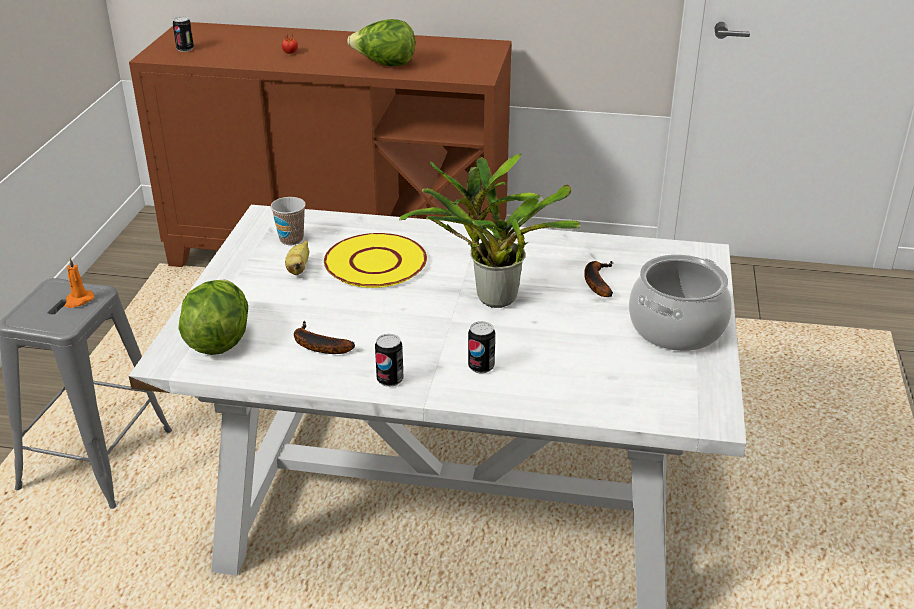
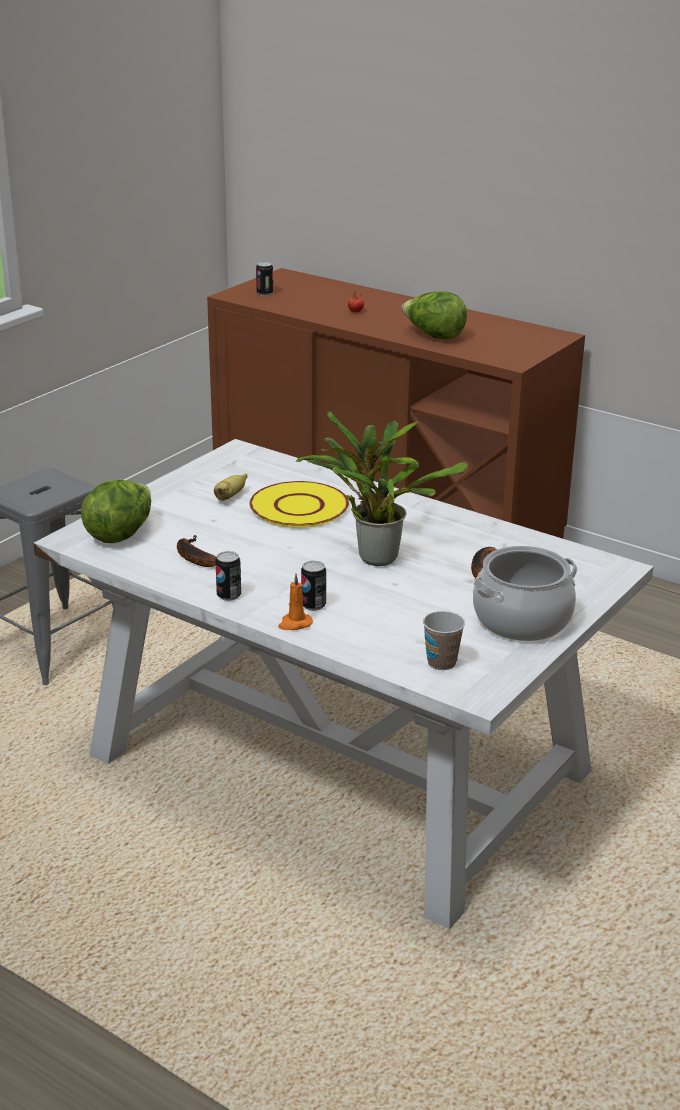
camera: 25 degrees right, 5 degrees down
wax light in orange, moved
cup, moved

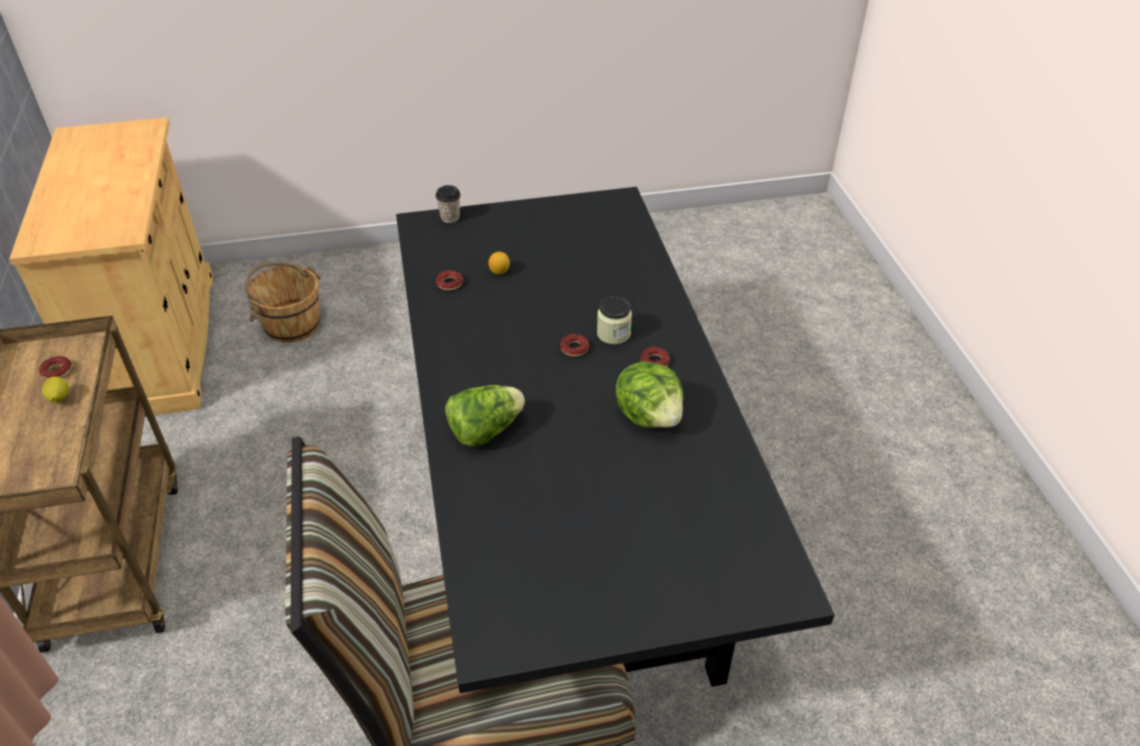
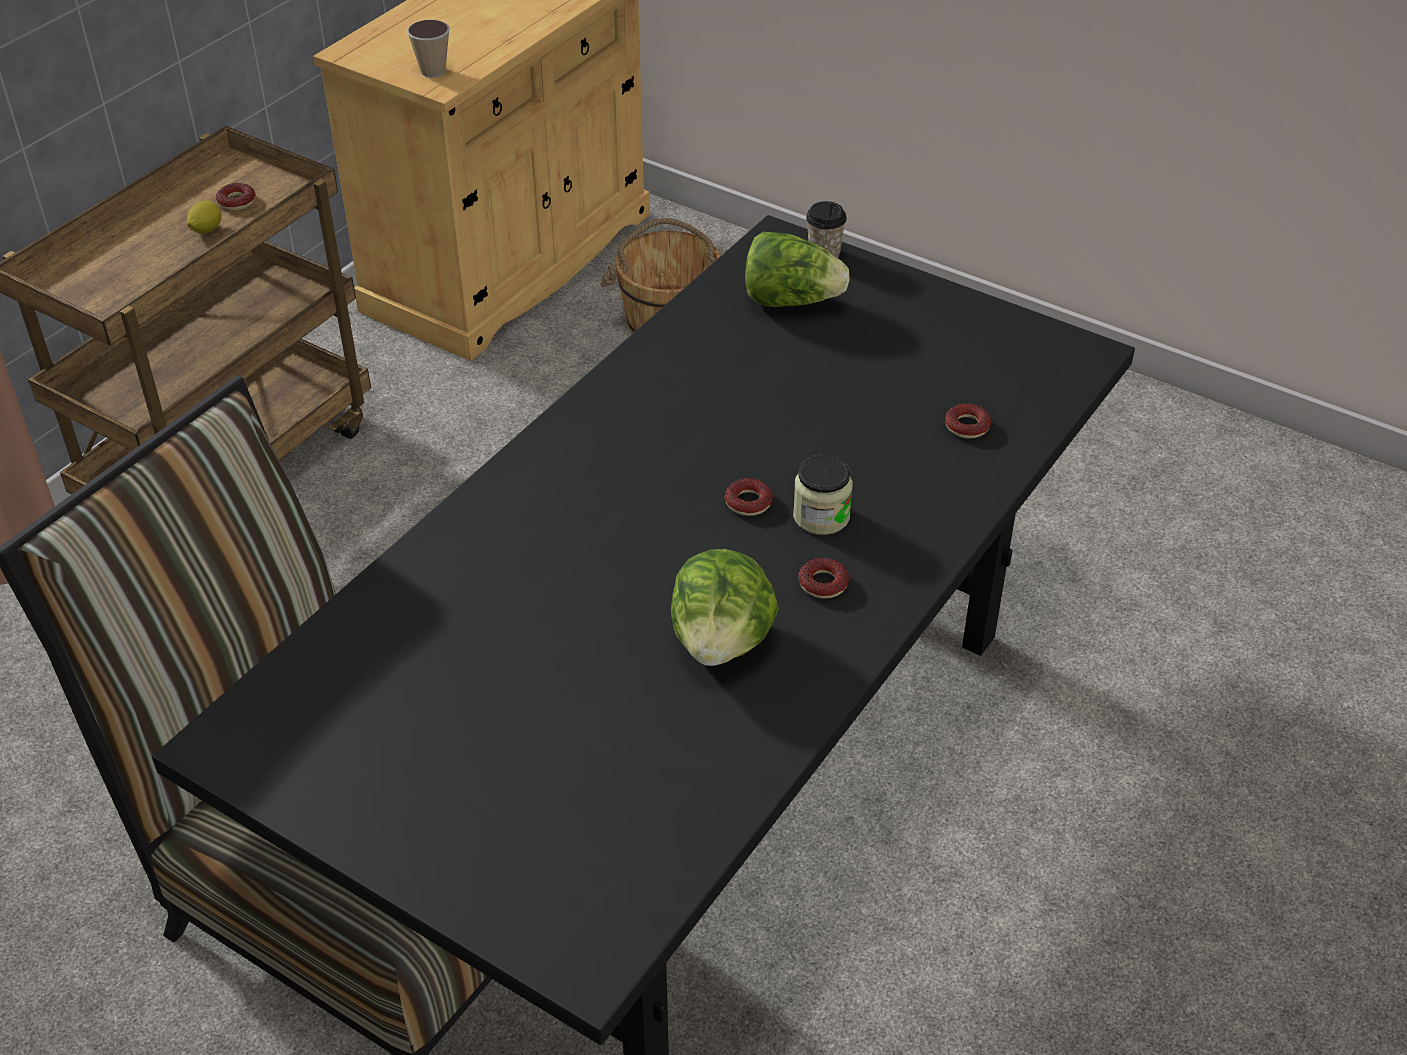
camera: 45 degrees right, 0 degrees up
- → cup (1st from left)
lettuce (1st from left in the first image) → lettuce (2nd from left), moved
doughnut (2nd from left in the first image) → doughnut (4th from left), moved
lemon (2nd from left) → -

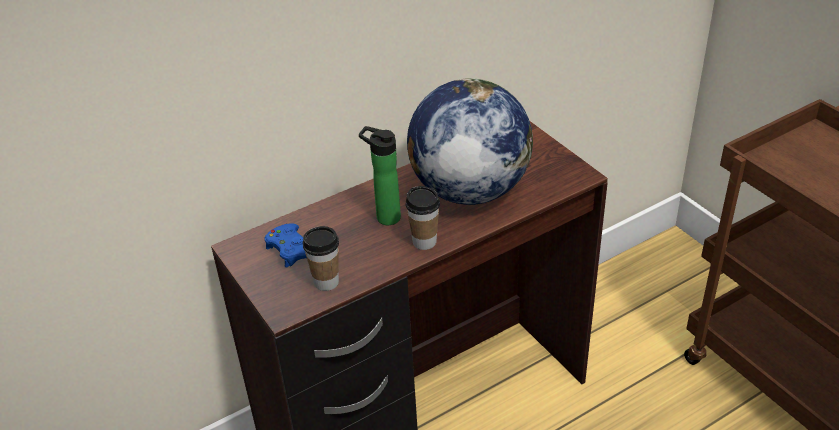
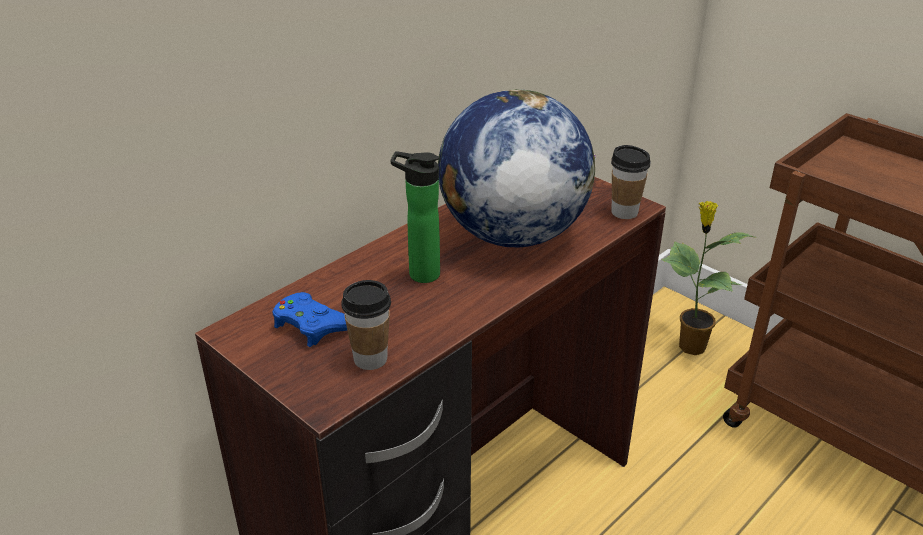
camera: 15 degrees left, 5 degrees down
cup (2nd from left), moved
- → houseplant

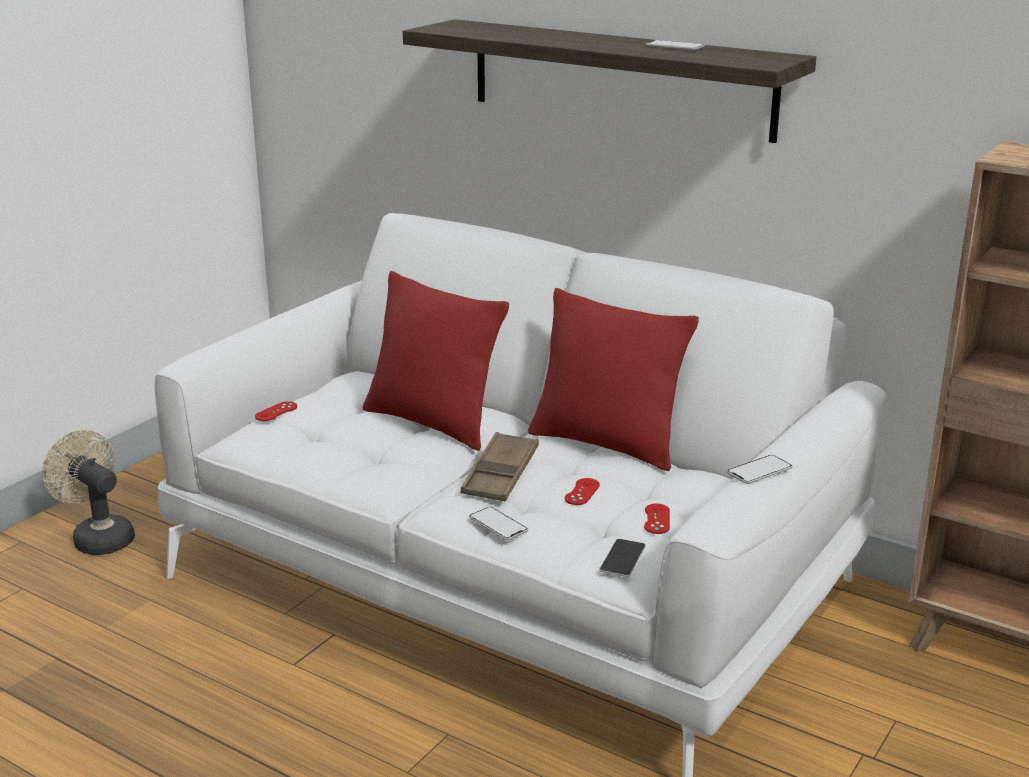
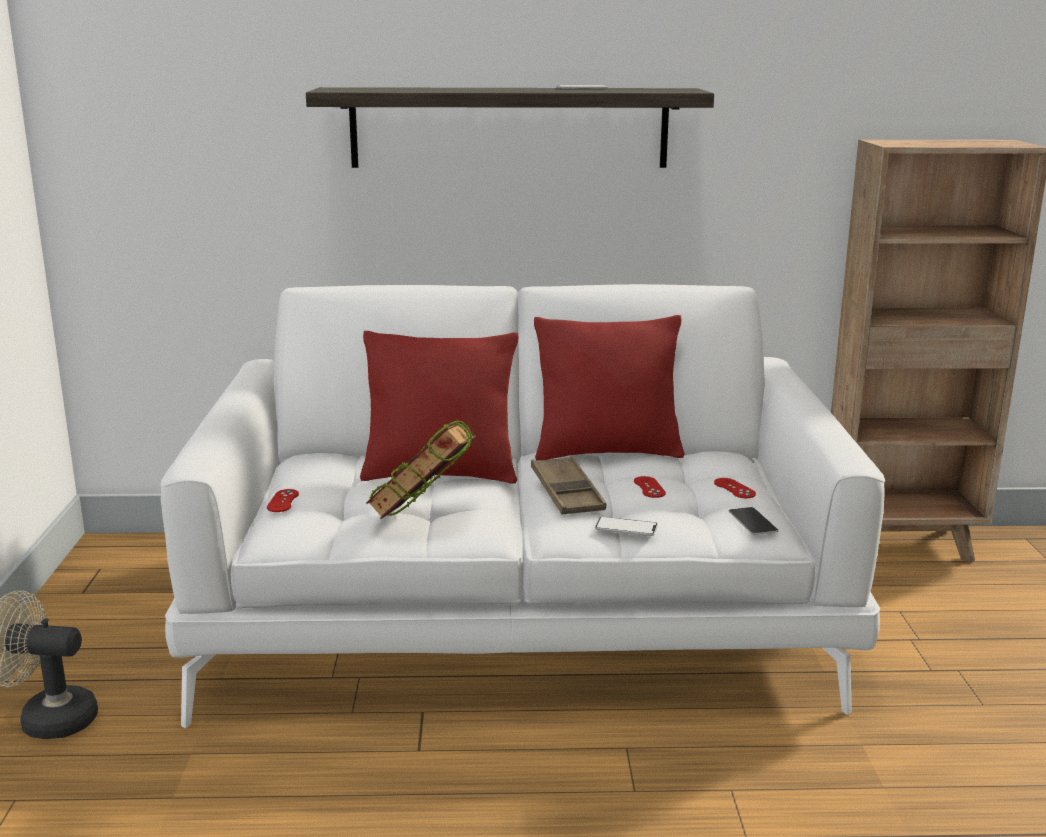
camera: 35 degrees left, 5 degrees down
- → bound book
handset (4th from left) → -

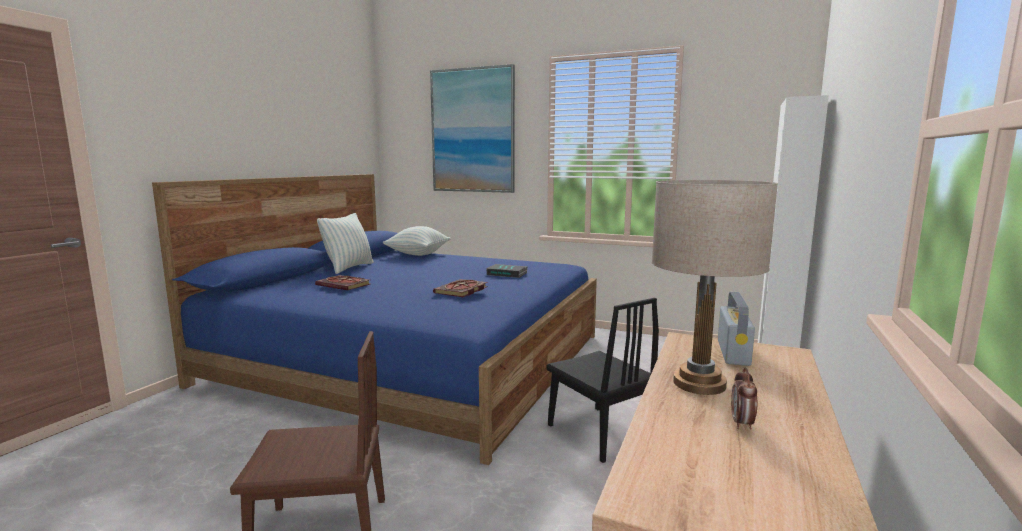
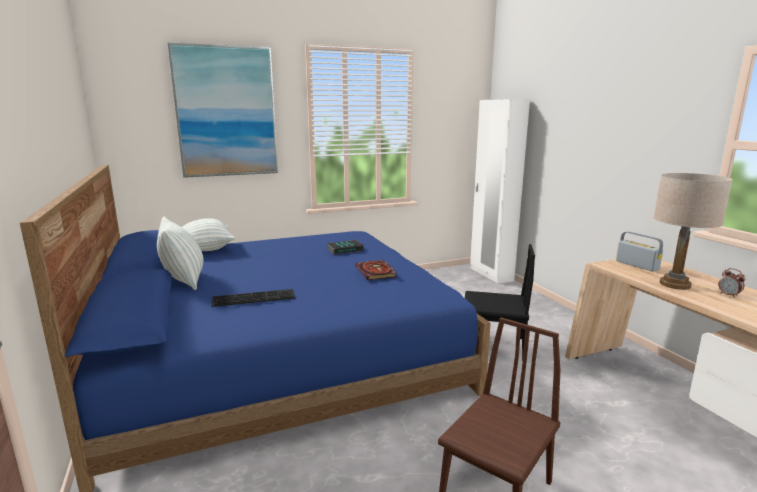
camera: 45 degrees left, 5 degrees up
bound book (1st from left) → computer keyboard

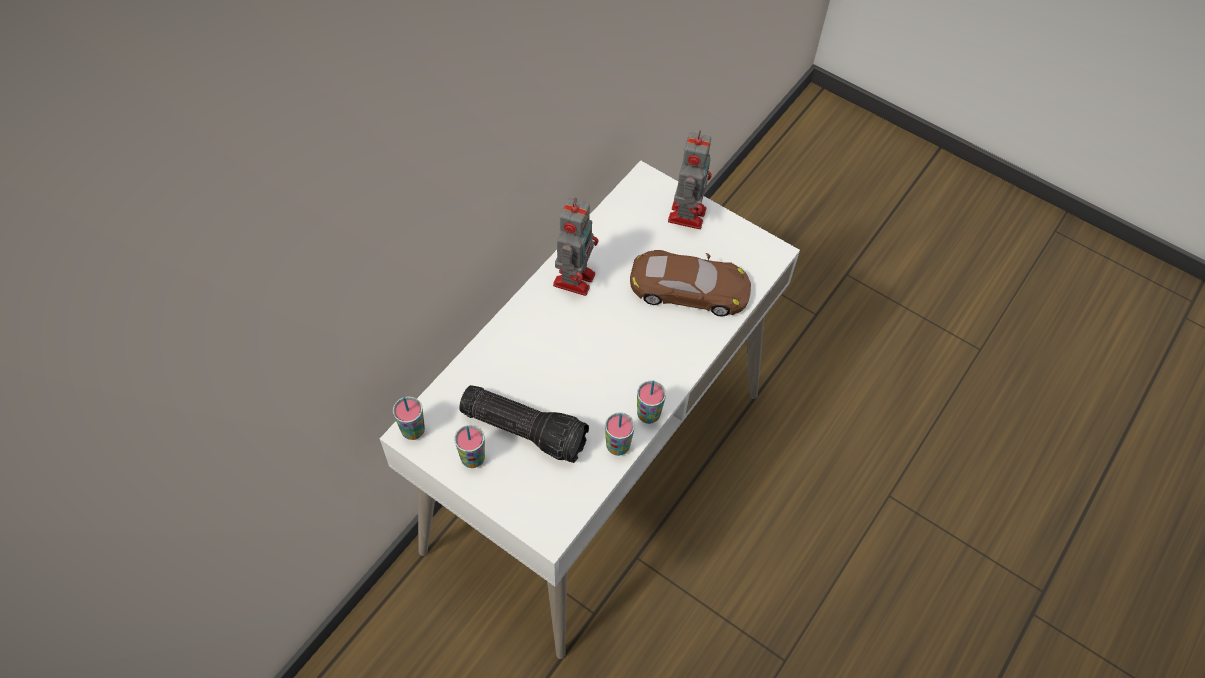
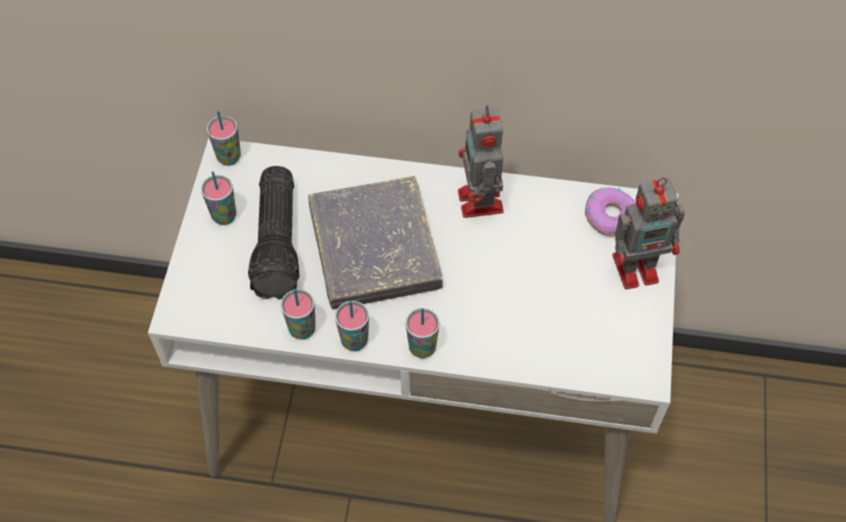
camera: 65 degrees right, 0 degrees up
- → bound book in greyish
- → cup (5th from left)
model robot (1st from left), 90 degrees clockwise
- → doughnut
miniature car in brown-coloured → -

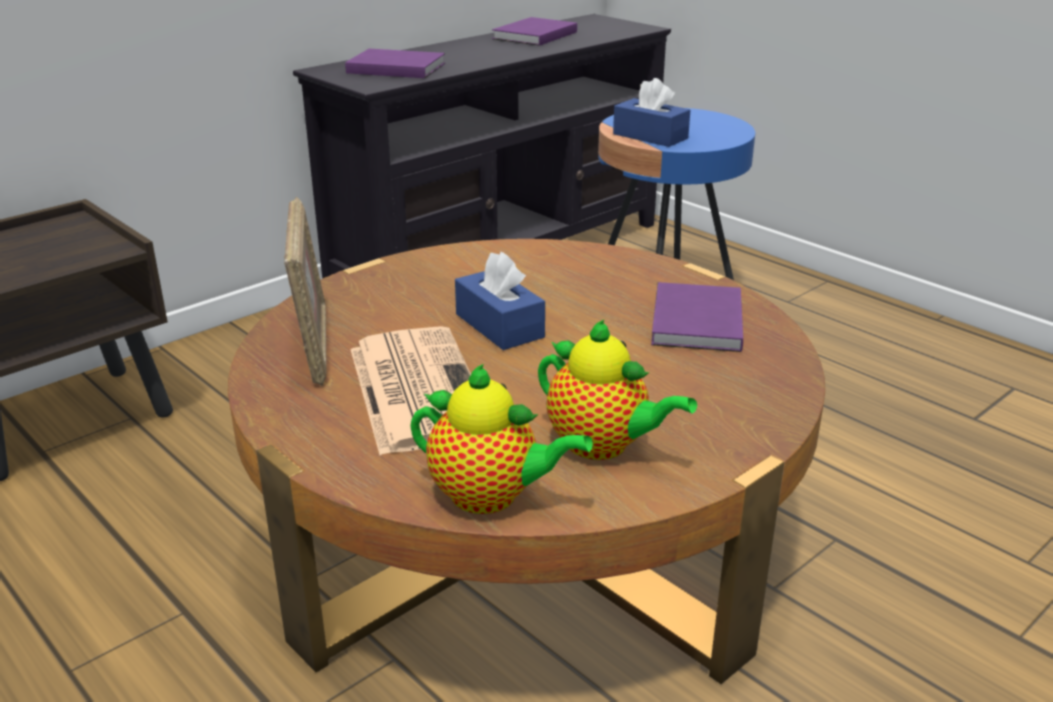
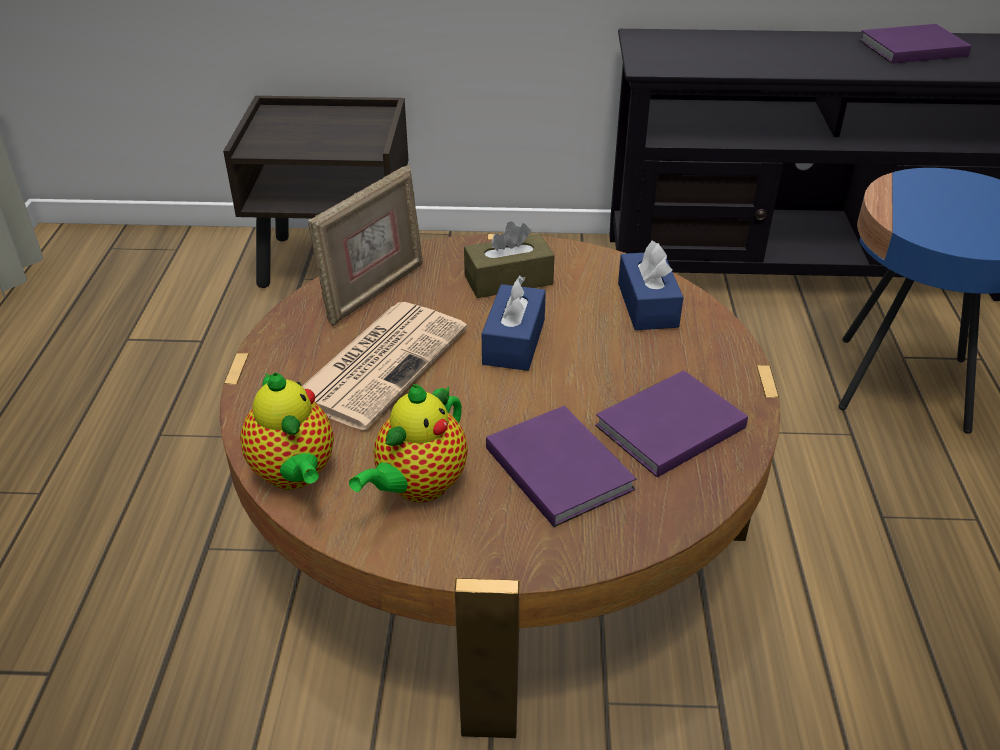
camera: 45 degrees right, 10 degrees up
teapot (2nd from left), 45 degrees clockwise
- → tissue holder in brown-coloured
bound book in purple (1st from left), moved
tissue holder in blue (2nd from left), moved

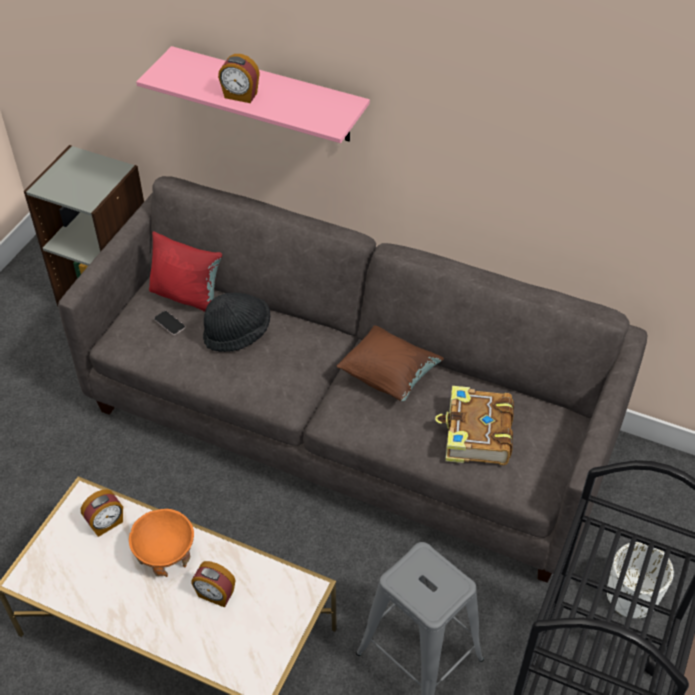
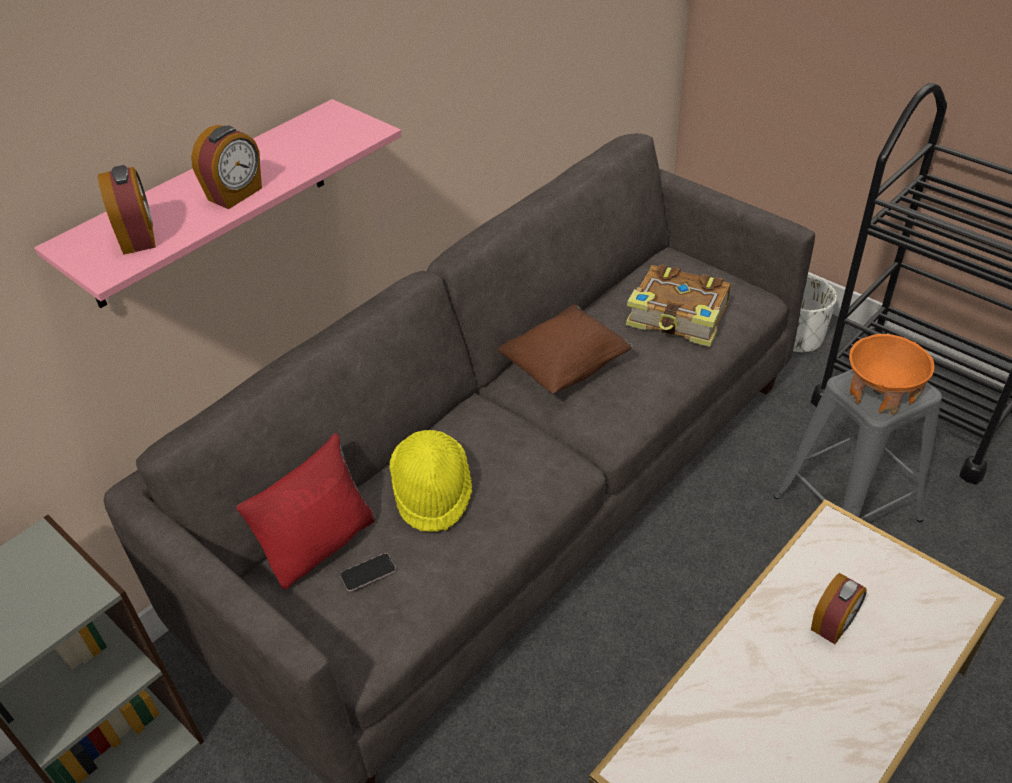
camera: 70 degrees left, 5 degrees down
alarm clock (1st from left), moved
wearable hat in blackish → wearable hat in yellow
bowl in orange, moved

